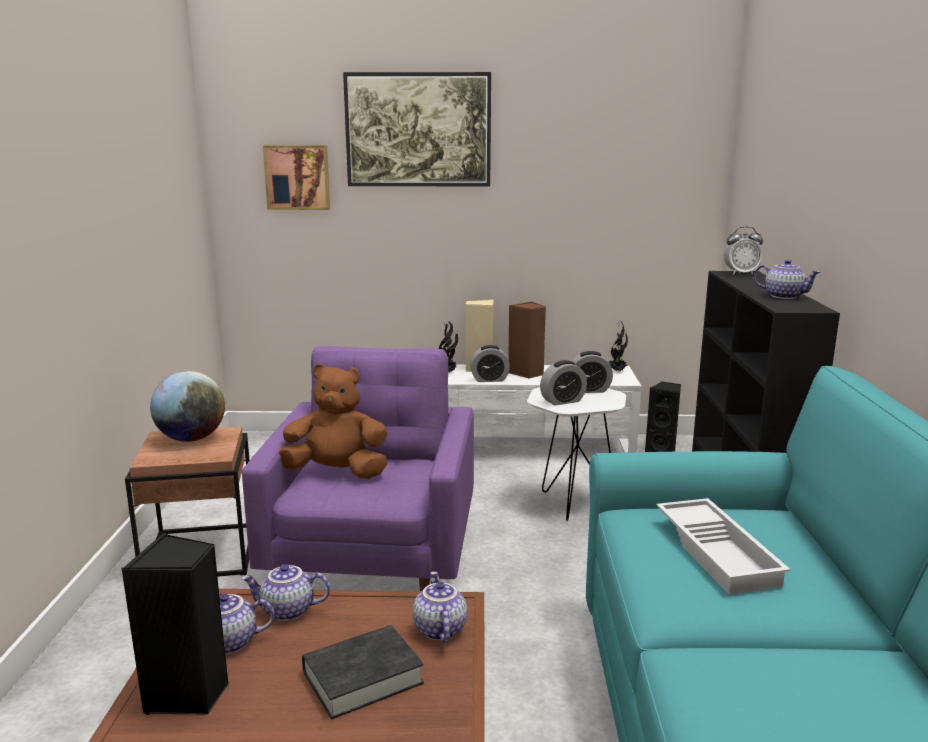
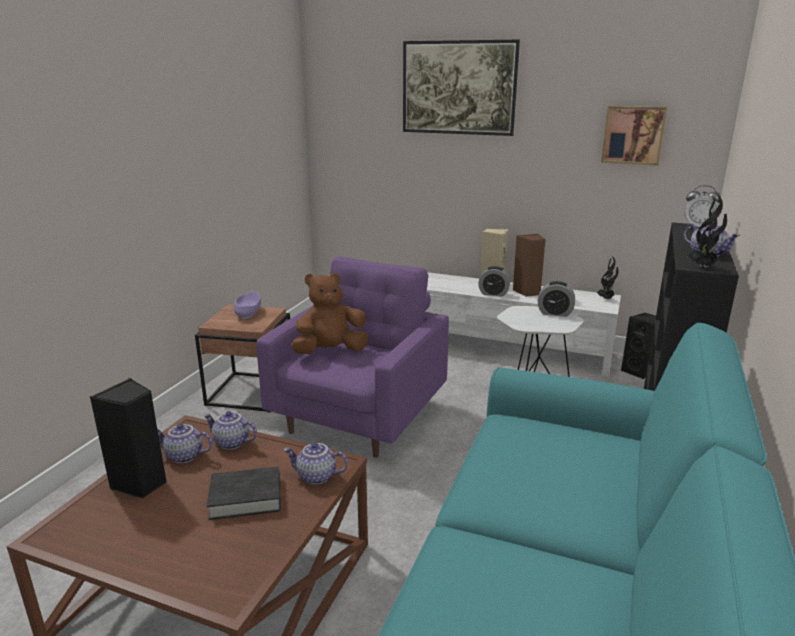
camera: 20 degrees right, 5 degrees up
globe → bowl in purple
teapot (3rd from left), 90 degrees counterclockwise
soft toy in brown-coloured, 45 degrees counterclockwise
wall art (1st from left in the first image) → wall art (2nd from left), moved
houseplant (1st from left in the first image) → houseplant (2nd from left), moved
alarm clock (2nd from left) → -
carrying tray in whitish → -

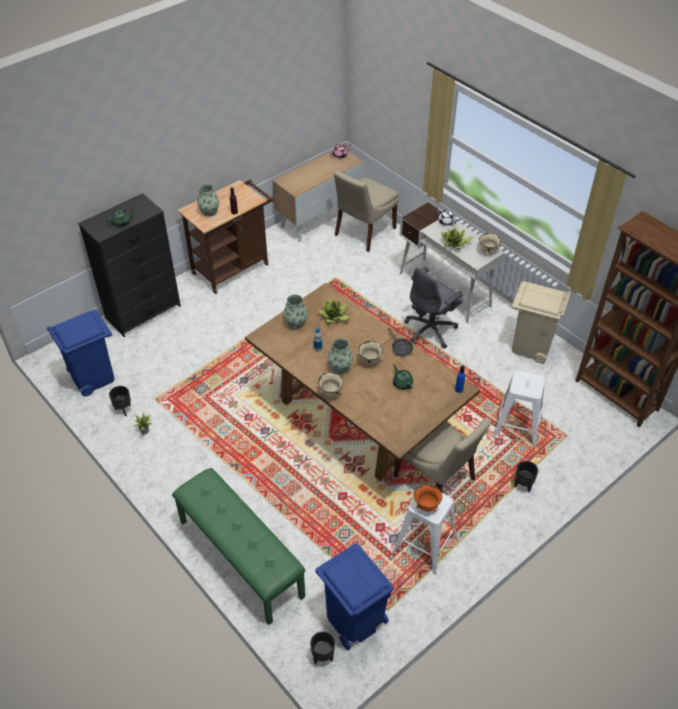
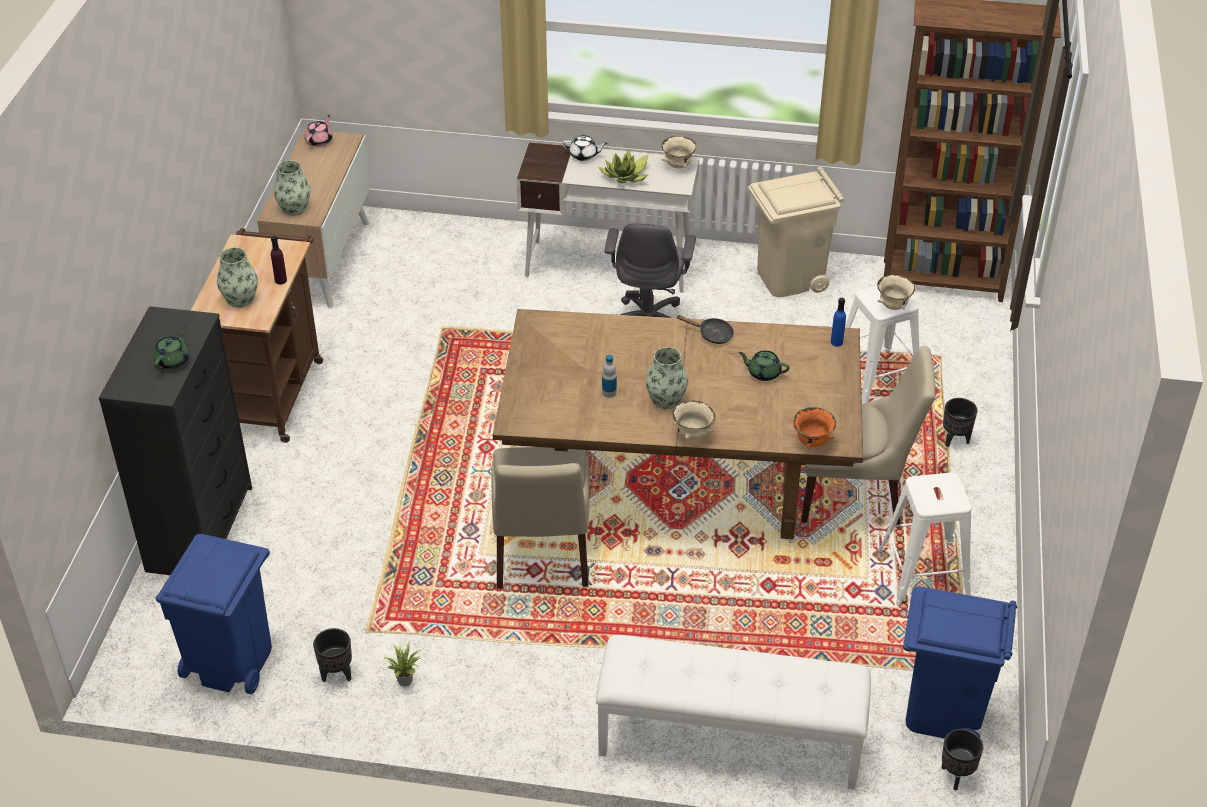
camera: 40 degrees left, 5 degrees down
vase (2nd from left), moved
plain chair in sand-coloured (1st from left), moved
long seat in green-coloured → long seat in whitish
bowl in orange, moved
bowl in sand-coloured (2nd from left in the first image) → bowl in sand-coloured (3rd from left), moved
houseplant (2nd from left) → -

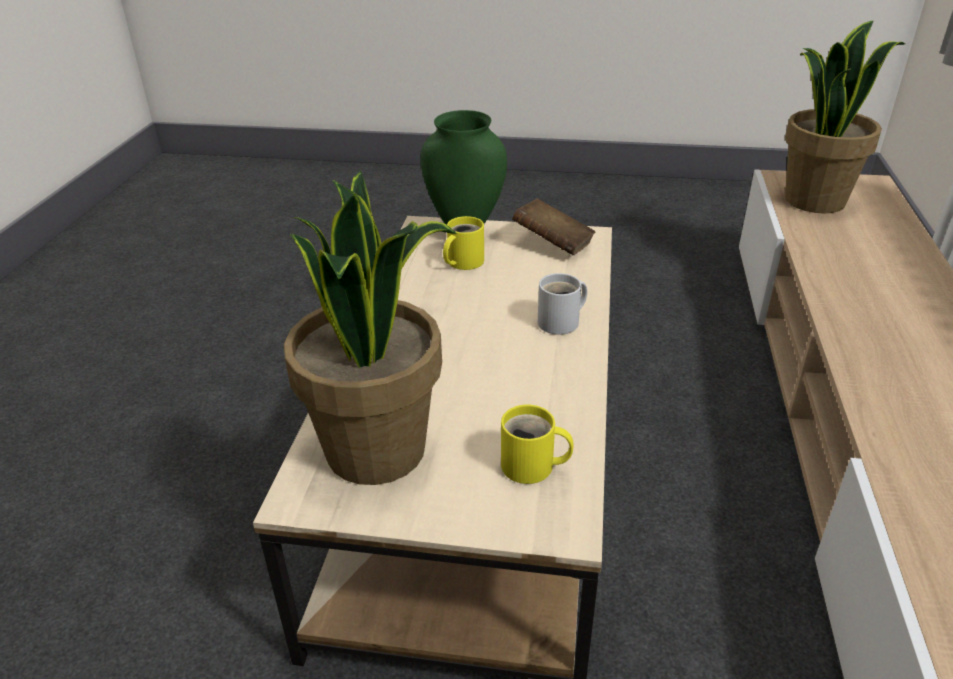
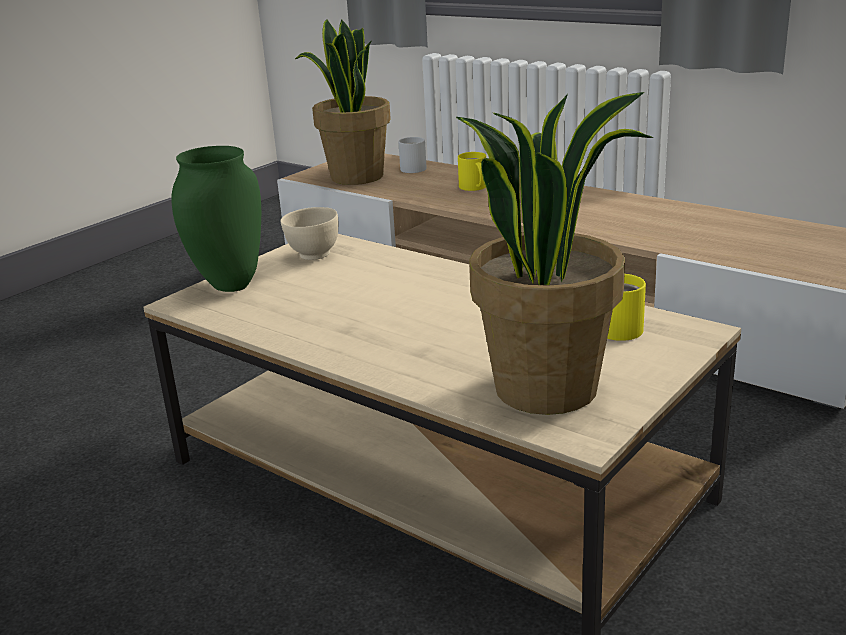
camera: 60 degrees left, 10 degrees down
bound book in brown-coloured → bowl in sand-coloured
coffee mug in whitish, moved
coffee mug in yellow (1st from left), moved

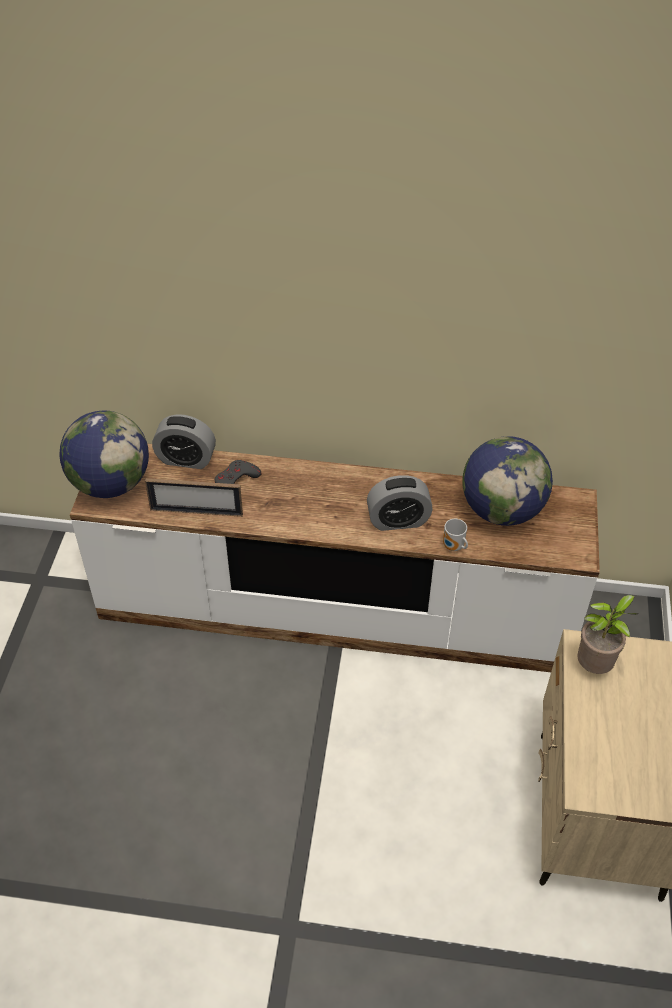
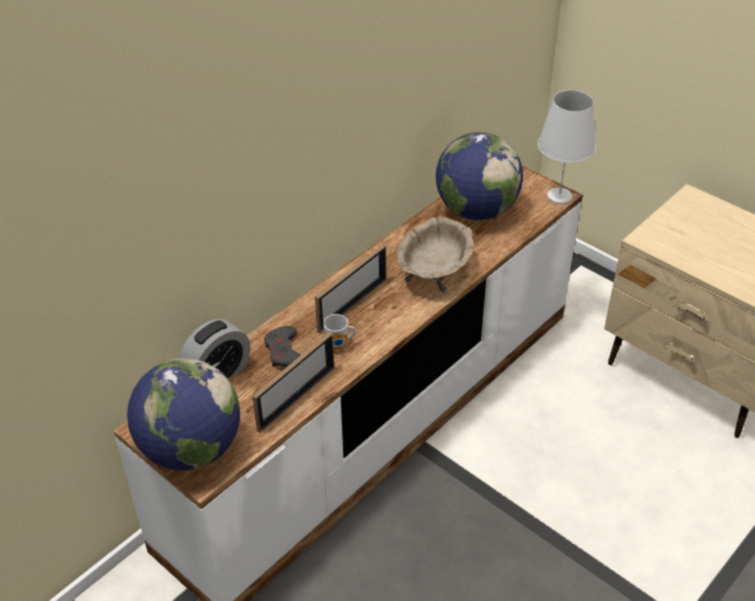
camera: 55 degrees left, 5 degrees down
- → standing frame (2nd from left)
coffee mug, moved
alarm clock (2nd from left) → bowl in sand-coloured
- → table lamp in whitish
houseplant → -

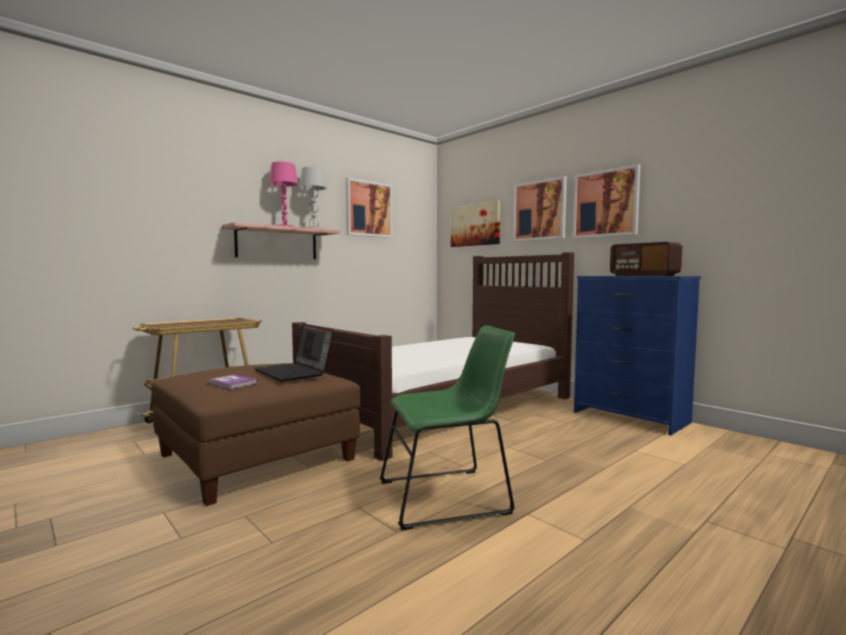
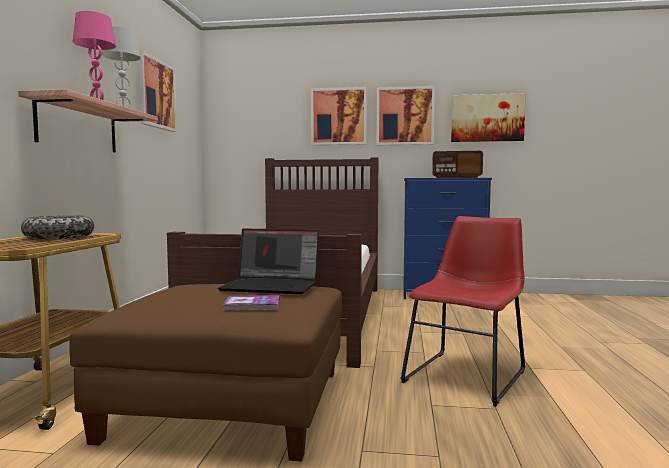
camera: 40 degrees left, 0 degrees up
- → bowl
plain chair in green-coloured → plain chair in red-coloured
wall art (2nd from left in the first image) → wall art (4th from left), moved

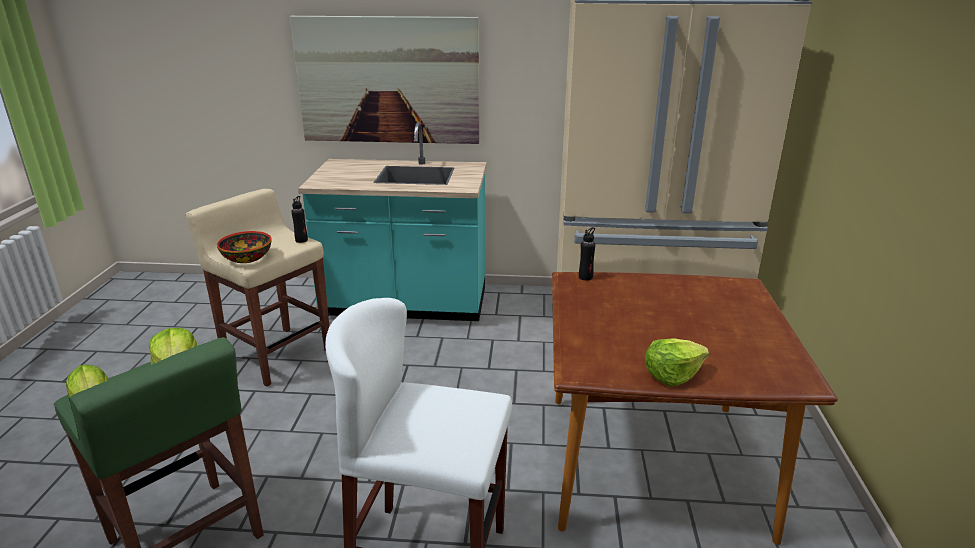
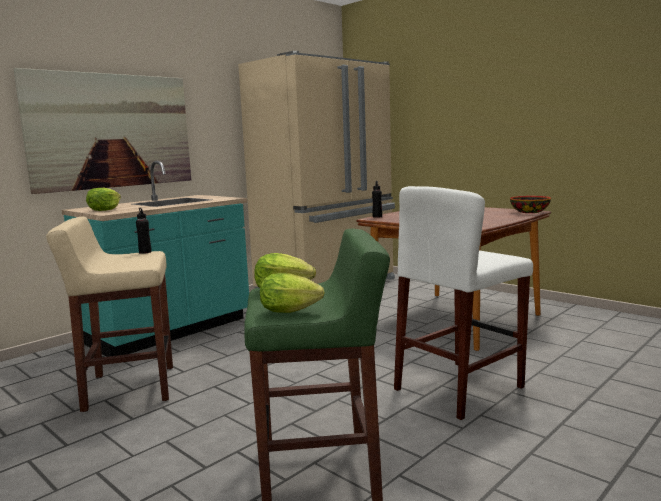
camera: 50 degrees left, 15 degrees down
lettuce (3rd from left in the first image) → lettuce (1st from left), moved
bowl, moved

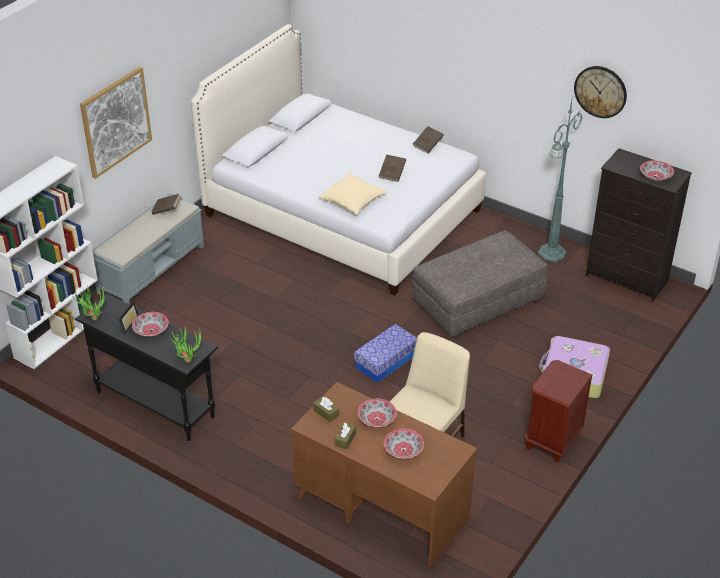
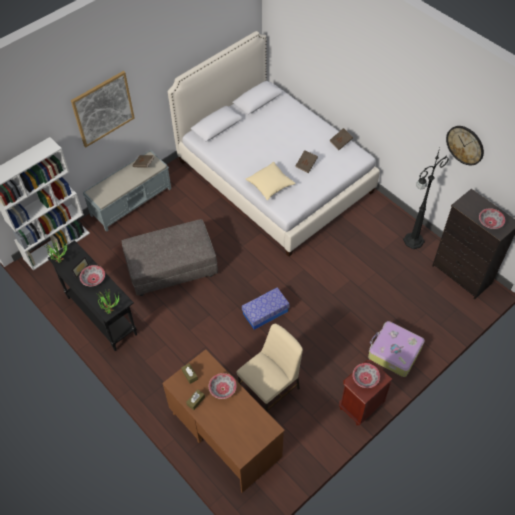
camera: 15 degrees right, 15 degrees up
ottoman in greyish, moved
bowl (3rd from left), moved
standard lamp in green-coloured → standard lamp in blackish

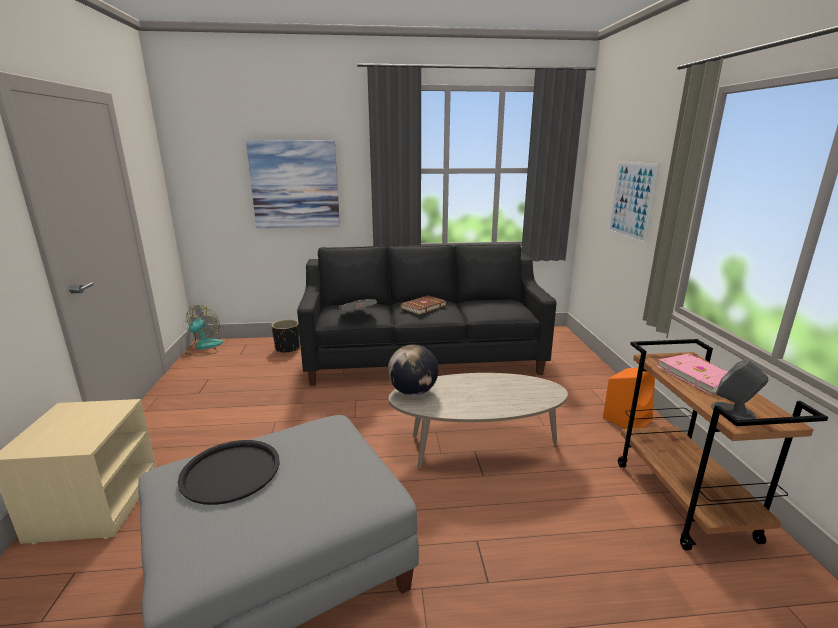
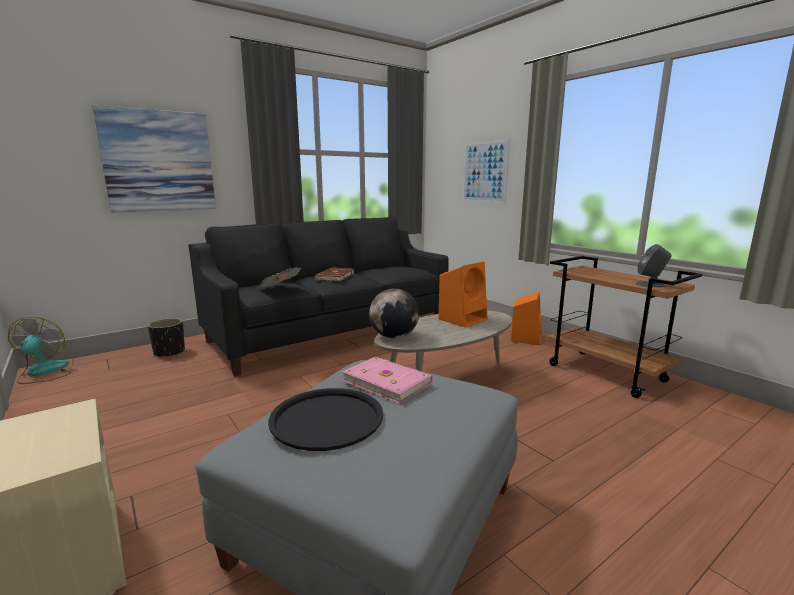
camera: 30 degrees left, 5 degrees down
bound book in pinkish, moved
- → loudspeaker in orange (1st from left)

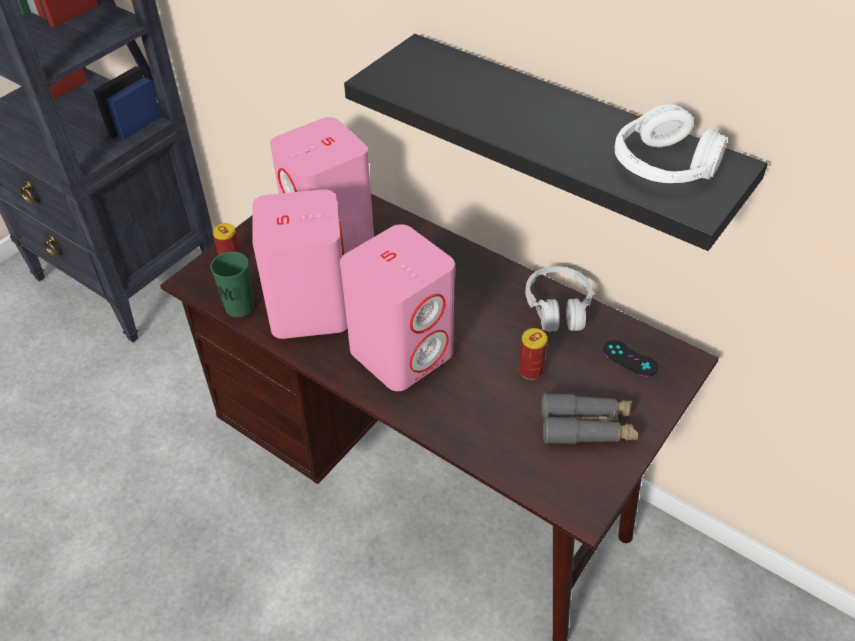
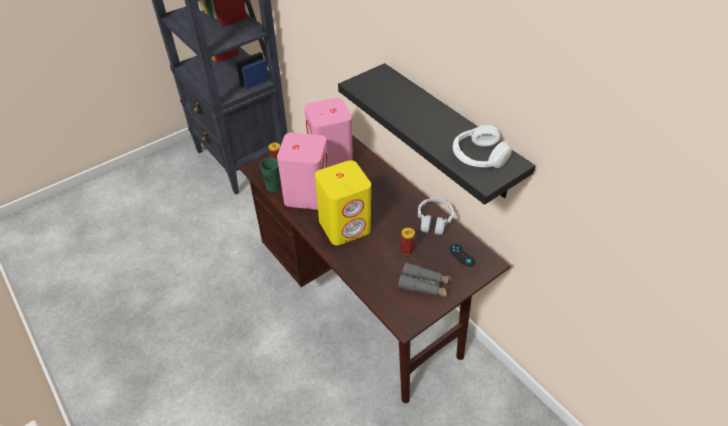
camera: 15 degrees right, 0 degrees up
loudspeaker in pinkish (3rd from left) → loudspeaker in yellow

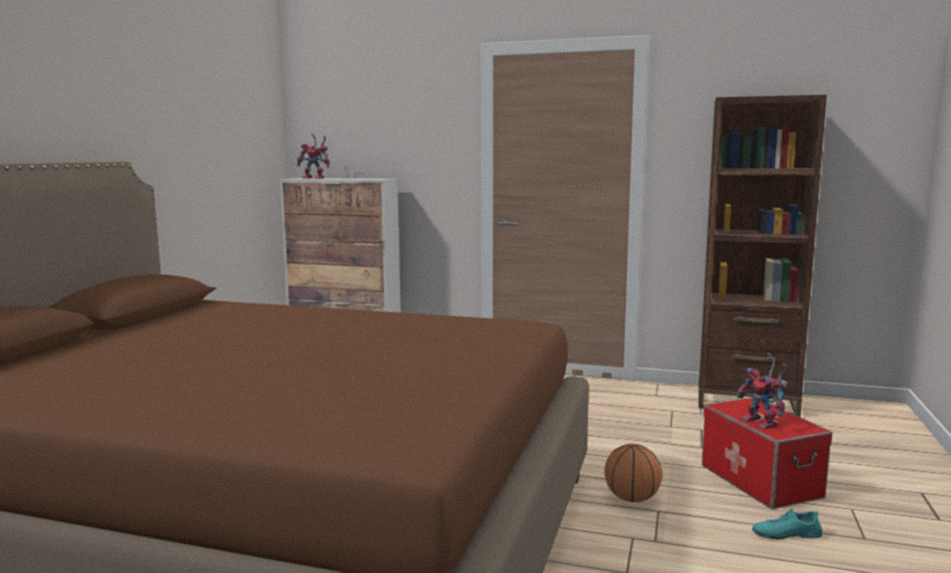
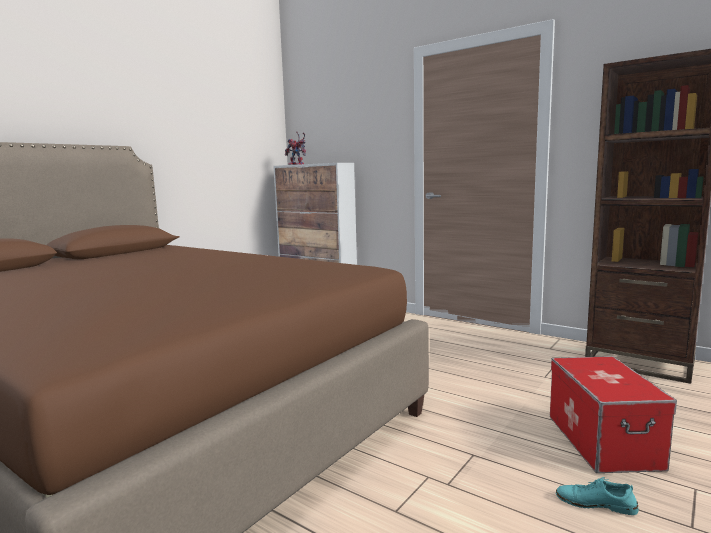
camera: 20 degrees right, 0 degrees up
basketball ball → -
model robot (2nd from left) → -

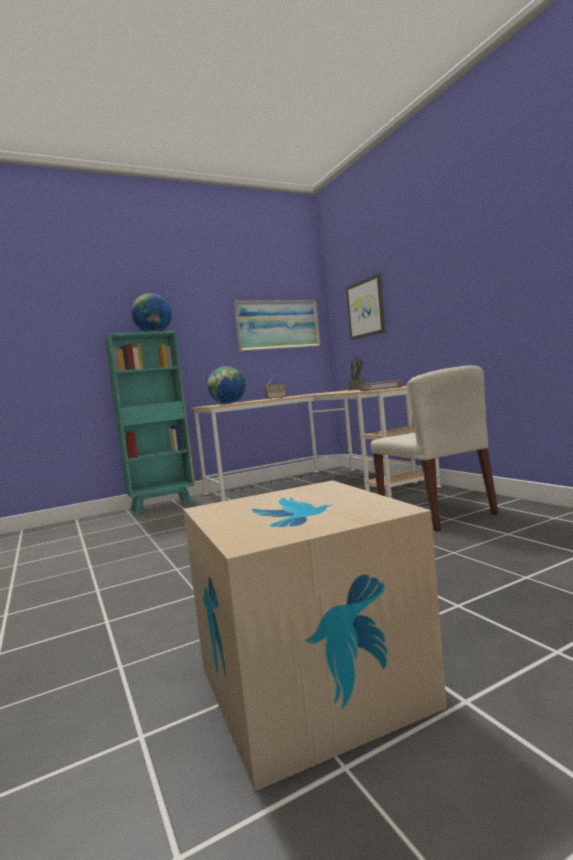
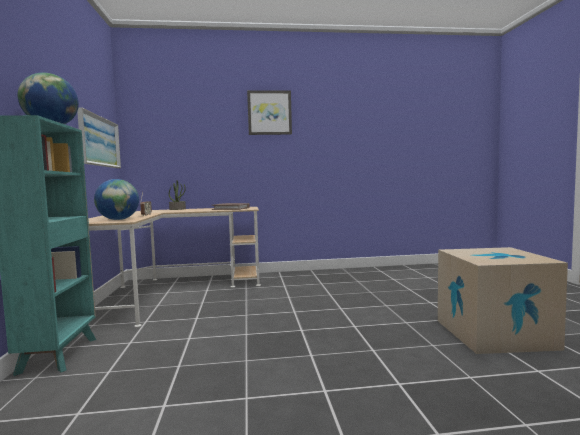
camera: 70 degrees left, 0 degrees up
wall art (2nd from left), moved
plain chair in sand-coloured → -

